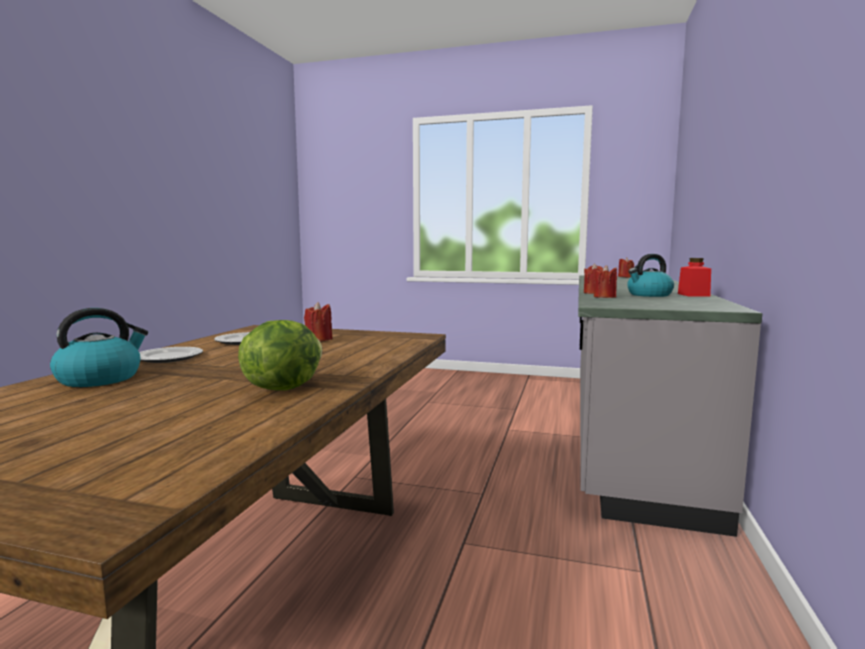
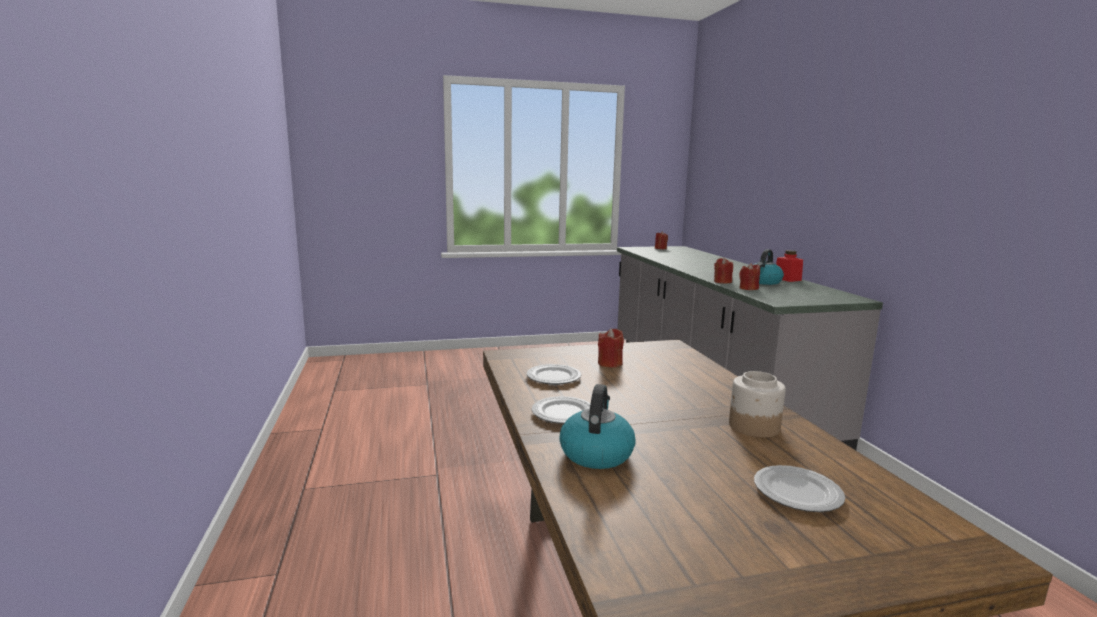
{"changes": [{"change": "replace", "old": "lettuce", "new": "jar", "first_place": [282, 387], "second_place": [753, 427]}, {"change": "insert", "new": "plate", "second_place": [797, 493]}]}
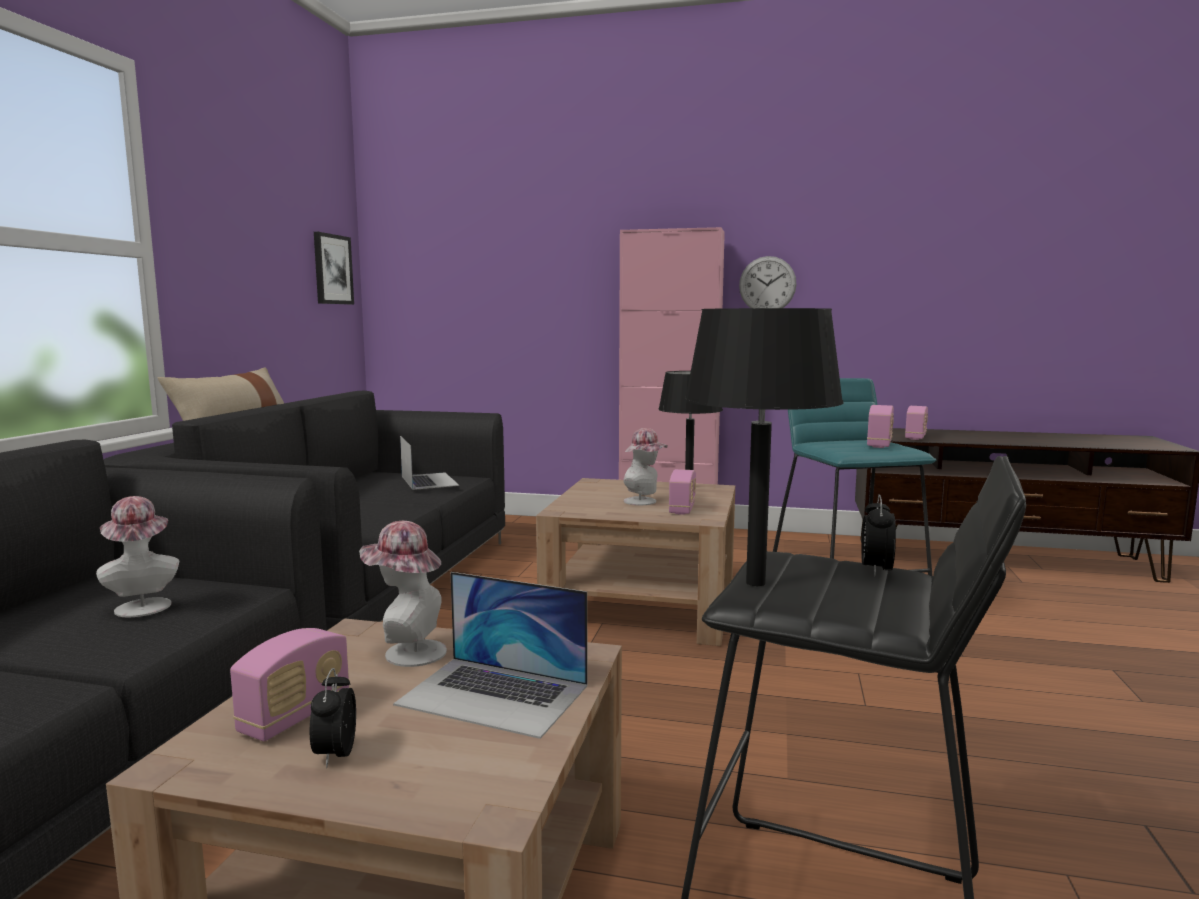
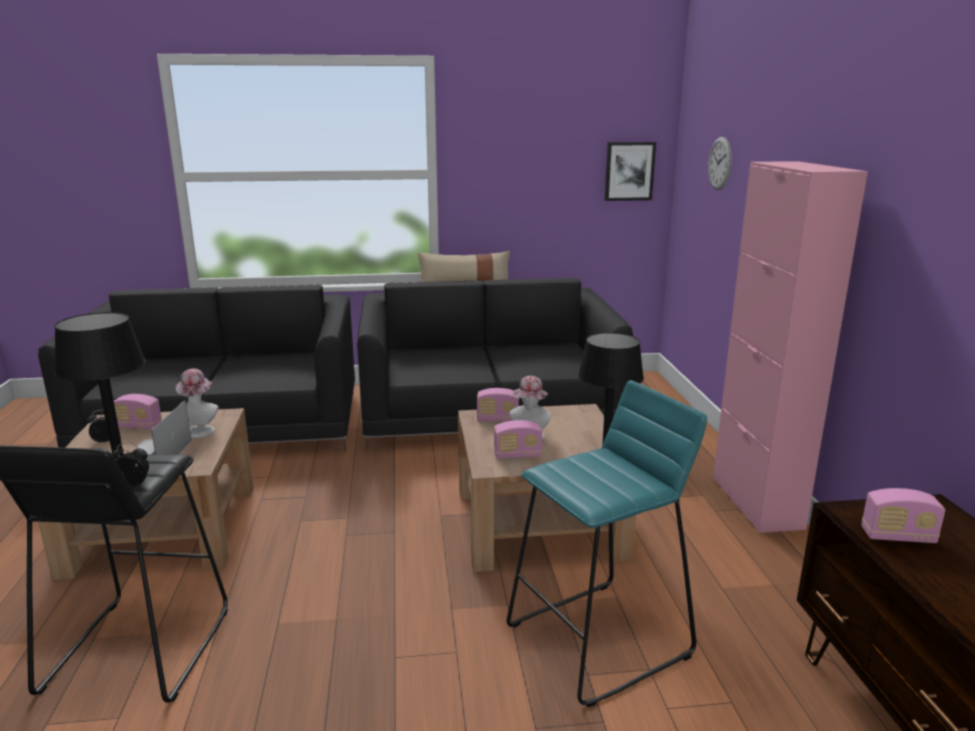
{"changes": [{"change": "delete", "old": "hat", "first_place": [143, 605]}, {"change": "delete", "old": "laptop", "first_place": [429, 481]}, {"change": "move", "old": "wall clock", "first_place": [767, 284], "second_place": [720, 163]}, {"change": "move", "old": "radio", "first_place": [879, 444], "second_place": [497, 419]}]}
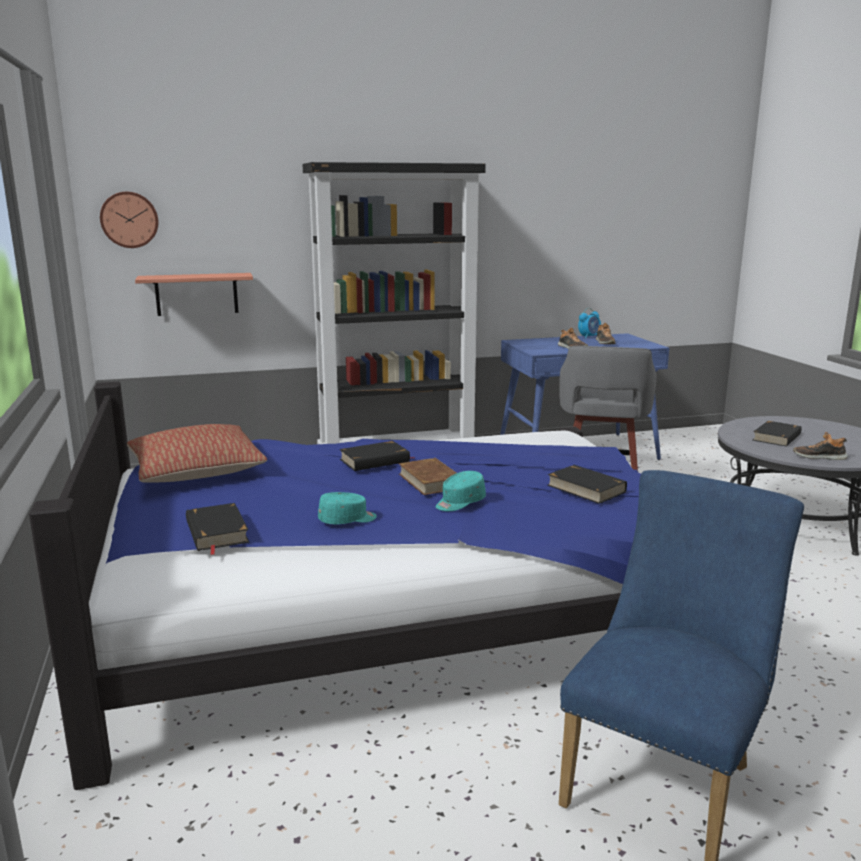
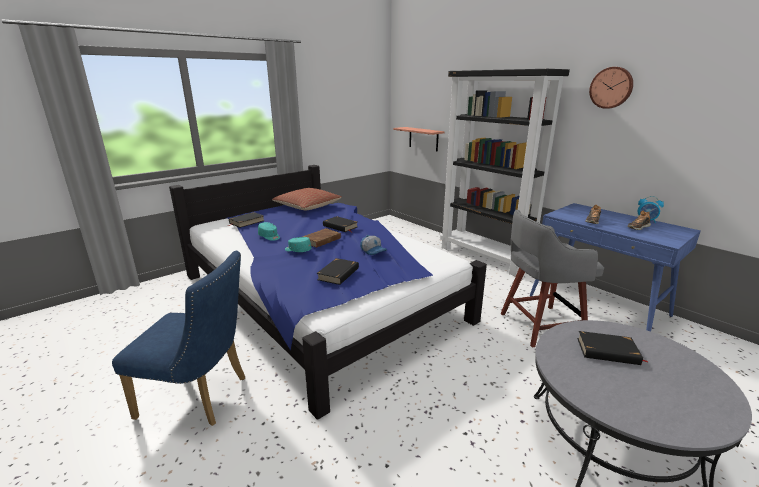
{"changes": [{"change": "move", "old": "wall clock", "first_place": [129, 219], "second_place": [611, 87]}, {"change": "delete", "old": "shoe", "first_place": [819, 457]}, {"change": "insert", "new": "cap", "second_place": [373, 251]}]}
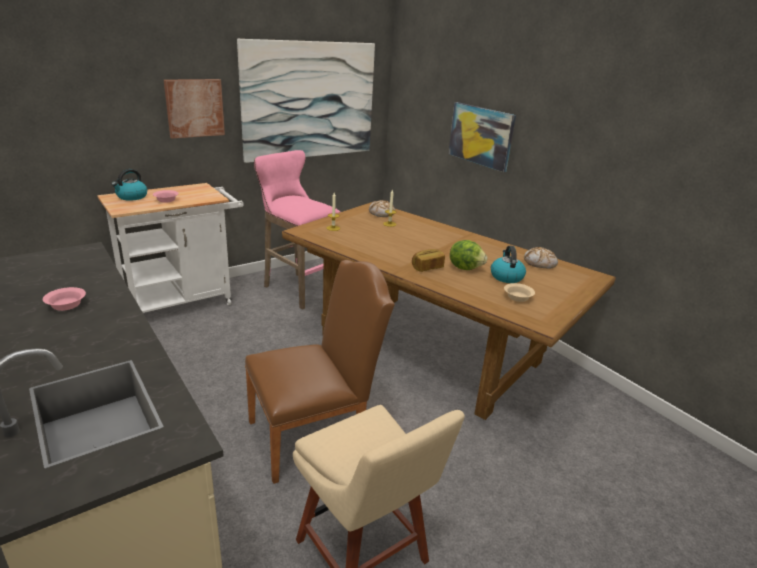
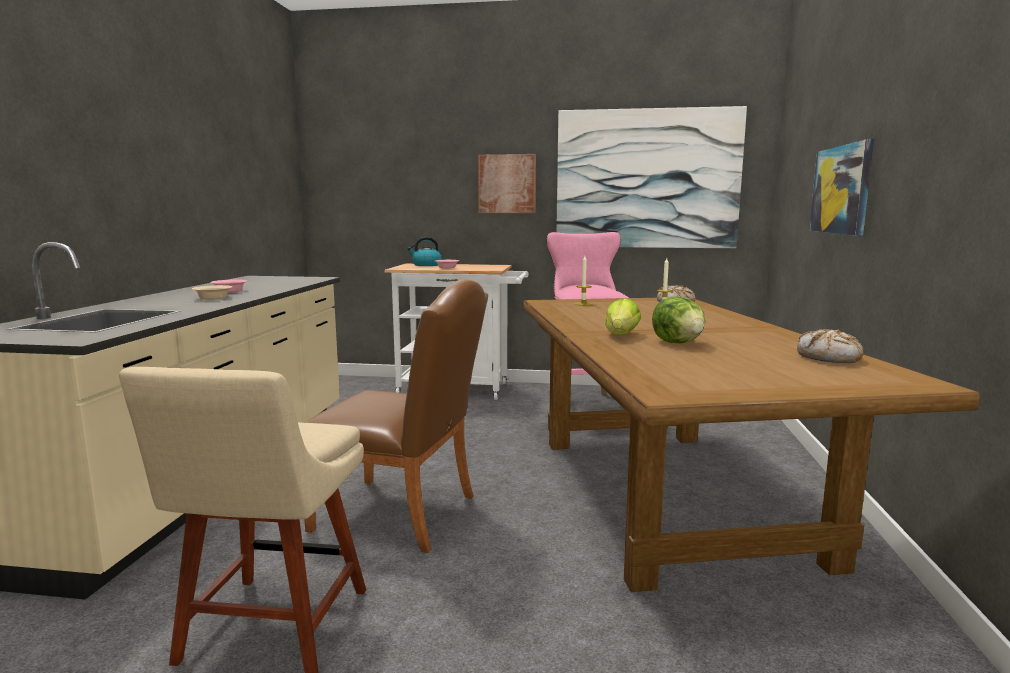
{"changes": [{"change": "replace", "old": "bread", "new": "lettuce", "first_place": [427, 267], "second_place": [621, 335]}, {"change": "delete", "old": "kettle", "first_place": [506, 276]}, {"change": "move", "old": "bowl (beige)", "first_place": [517, 297], "second_place": [213, 298]}]}
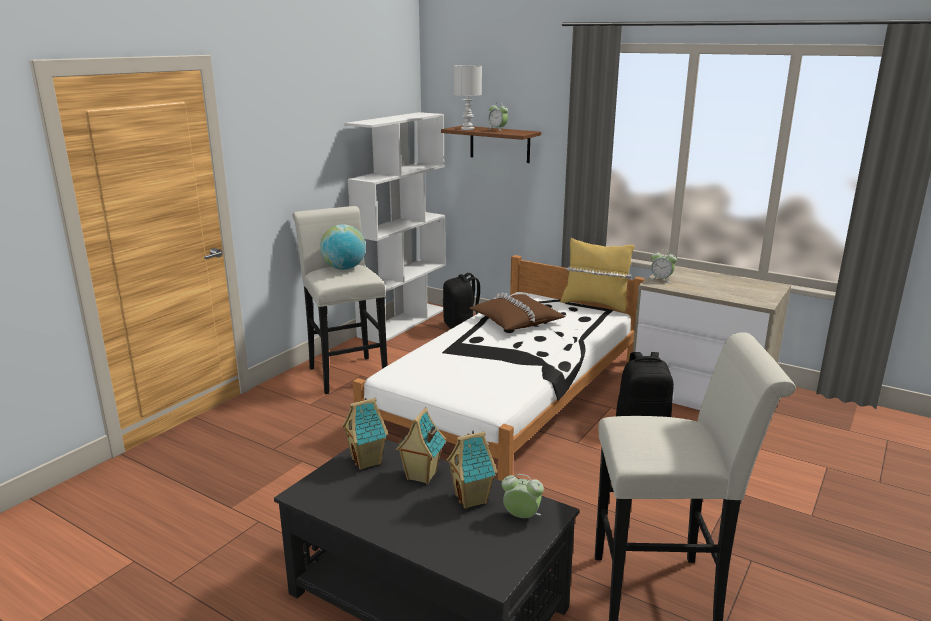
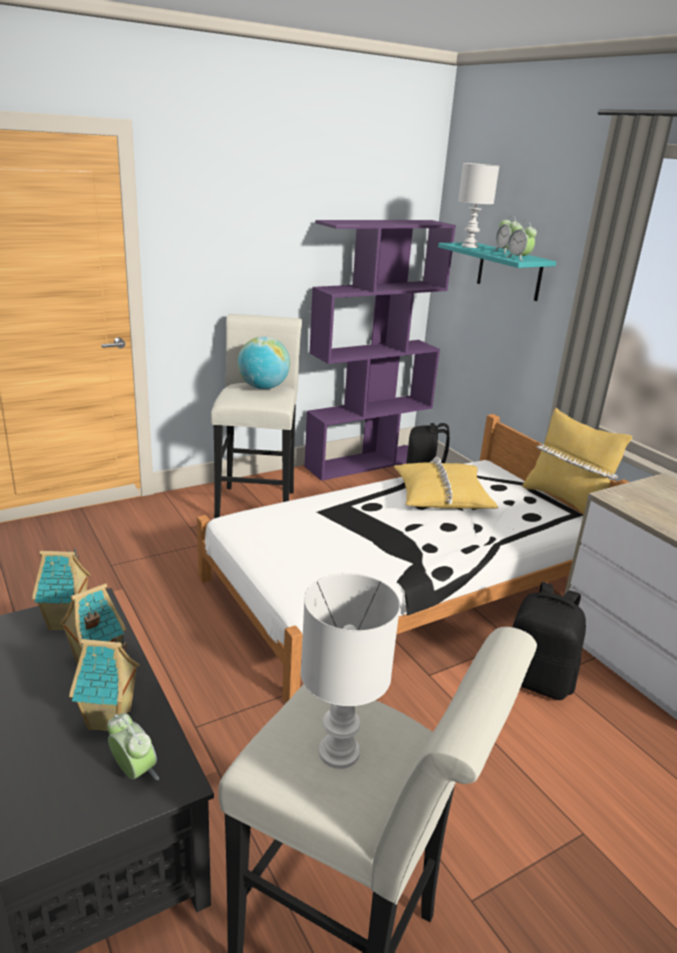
{"changes": [{"change": "recolor", "old": "bookcase (white)", "new": "bookcase (purple)", "first_place": [403, 322], "second_place": [366, 462]}, {"change": "recolor", "old": "shelf (brown)", "new": "shelf (turquoise)", "first_place": [499, 144], "second_place": [509, 271]}, {"change": "recolor", "old": "pillow (brown)", "new": "pillow (yellow)", "first_place": [515, 321], "second_place": [441, 496]}, {"change": "move", "old": "alarm clock", "first_place": [661, 280], "second_place": [518, 258]}, {"change": "insert", "new": "table lamp (white)", "second_place": [339, 753]}]}
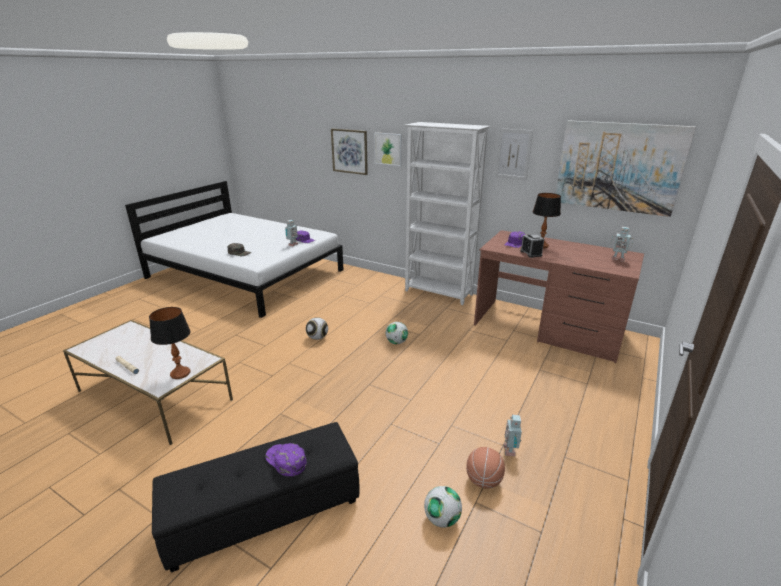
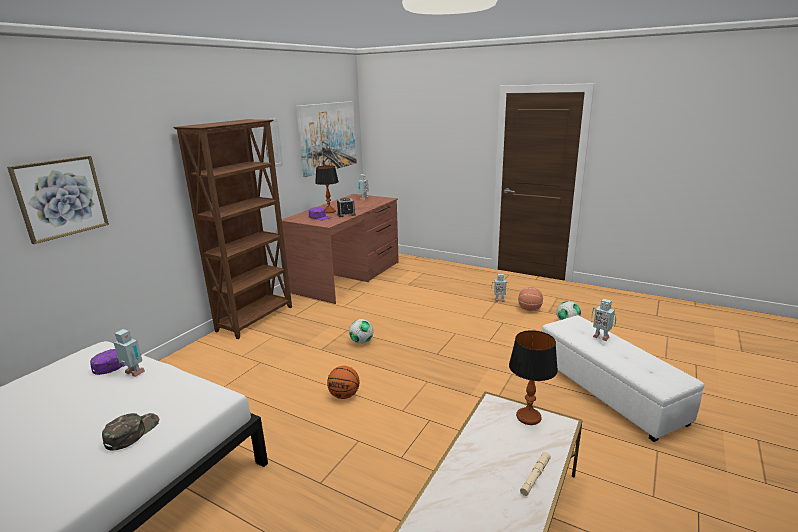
{"changes": [{"change": "recolor", "old": "ottoman (black)", "new": "ottoman (white)", "first_place": [264, 511], "second_place": [608, 390]}, {"change": "replace", "old": "cap (purple)", "new": "toy robot", "first_place": [285, 461], "second_place": [600, 336]}, {"change": "replace", "old": "football", "new": "basketball", "first_place": [317, 338], "second_place": [344, 395]}, {"change": "delete", "old": "picture", "first_place": [388, 149]}, {"change": "recolor", "old": "bookcase (white)", "new": "bookcase (brown)", "first_place": [438, 293], "second_place": [256, 319]}]}
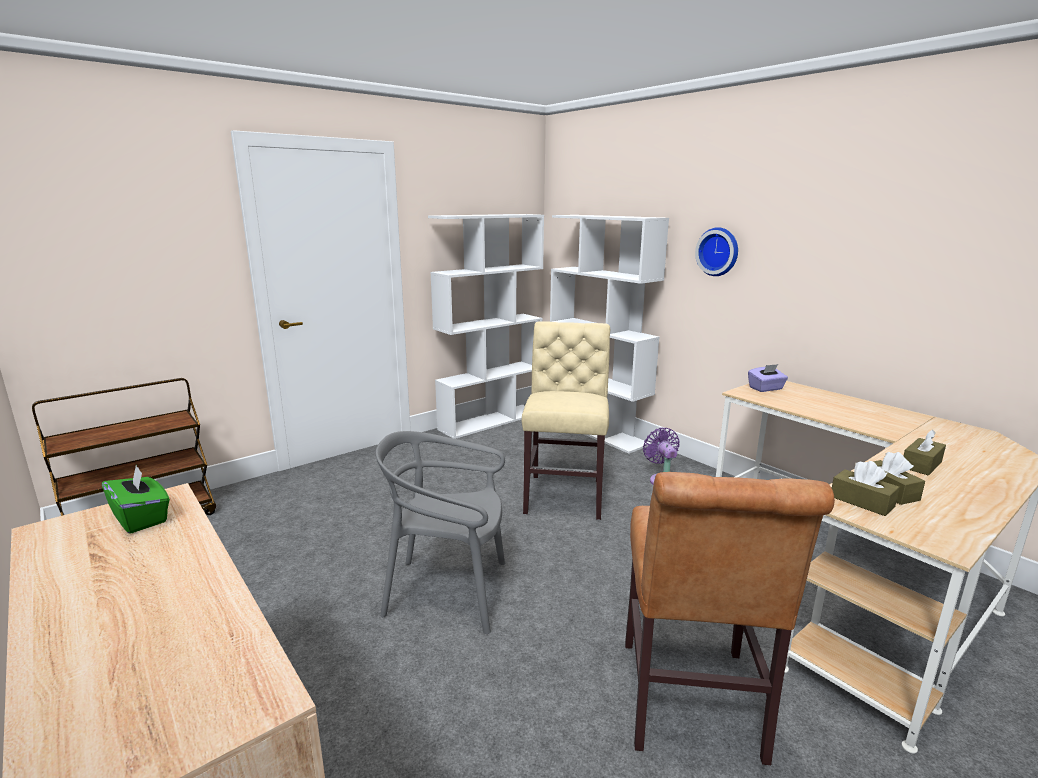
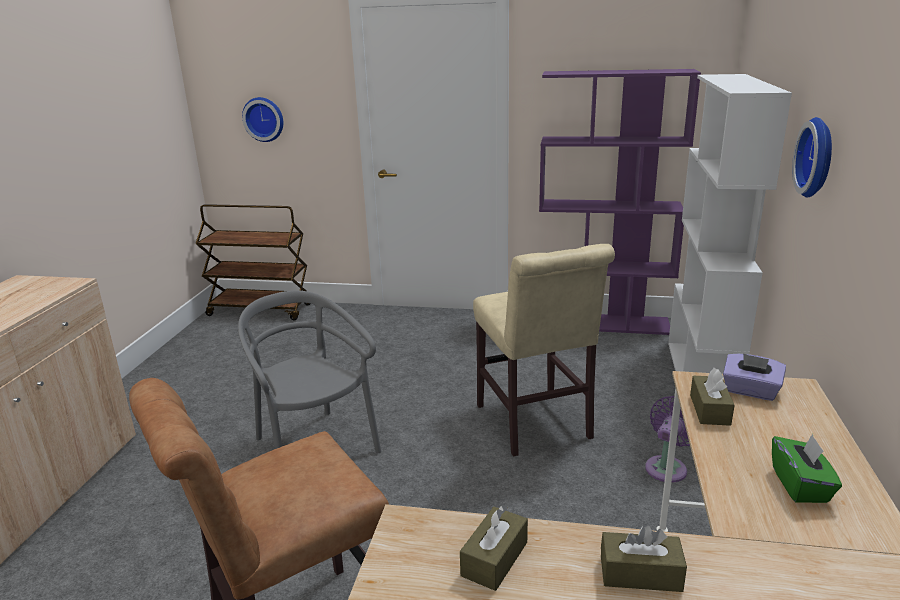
{"changes": [{"change": "move", "old": "tissue box (green)", "first_place": [141, 518], "second_place": [800, 485]}, {"change": "recolor", "old": "bookcase (white)", "new": "bookcase (purple)", "first_place": [490, 421], "second_place": [603, 323]}, {"change": "rotate", "old": "chair (beige)", "first_place": [565, 494], "second_place": [535, 425], "degrees": 105}, {"change": "move", "old": "tissue box (brown)", "first_place": [861, 501], "second_place": [709, 410]}, {"change": "insert", "new": "wall clock", "second_place": [264, 119]}]}
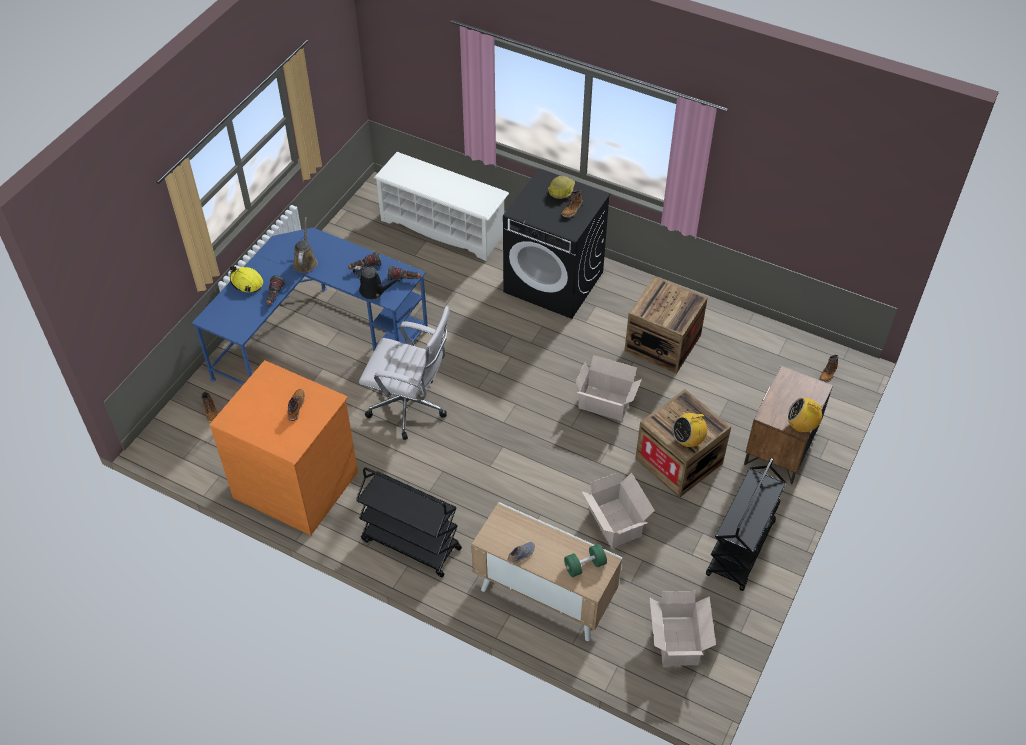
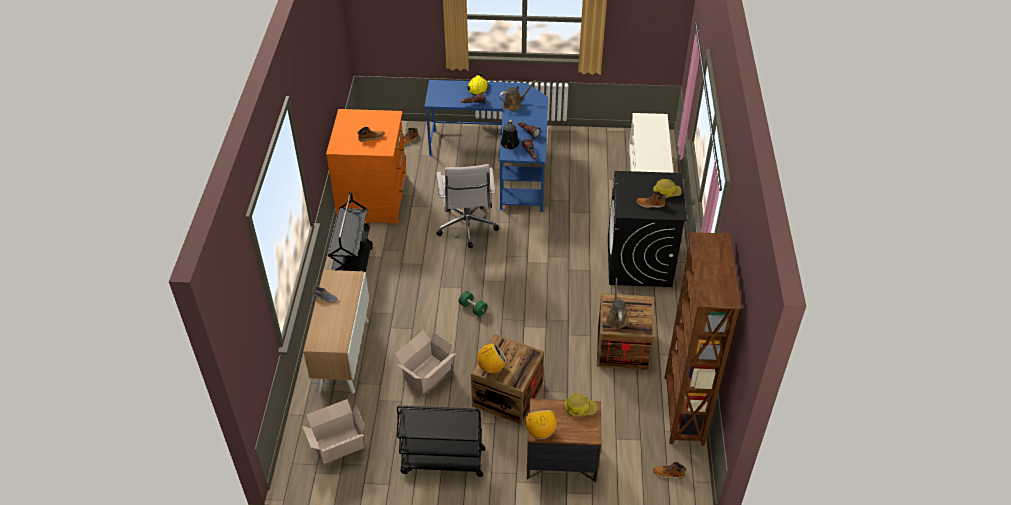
{"changes": [{"change": "move", "old": "dumbbell (green)", "first_place": [585, 565], "second_place": [473, 308]}, {"change": "delete", "old": "cardboard box", "first_place": [606, 404]}, {"change": "rotate", "old": "radio", "first_place": [688, 440], "second_place": [491, 368], "degrees": 120}, {"change": "insert", "new": "hard hat", "second_place": [579, 408]}, {"change": "insert", "new": "watering can (brown)", "second_place": [616, 318]}, {"change": "insert", "new": "bookcase (brown)", "second_place": [683, 411]}]}
